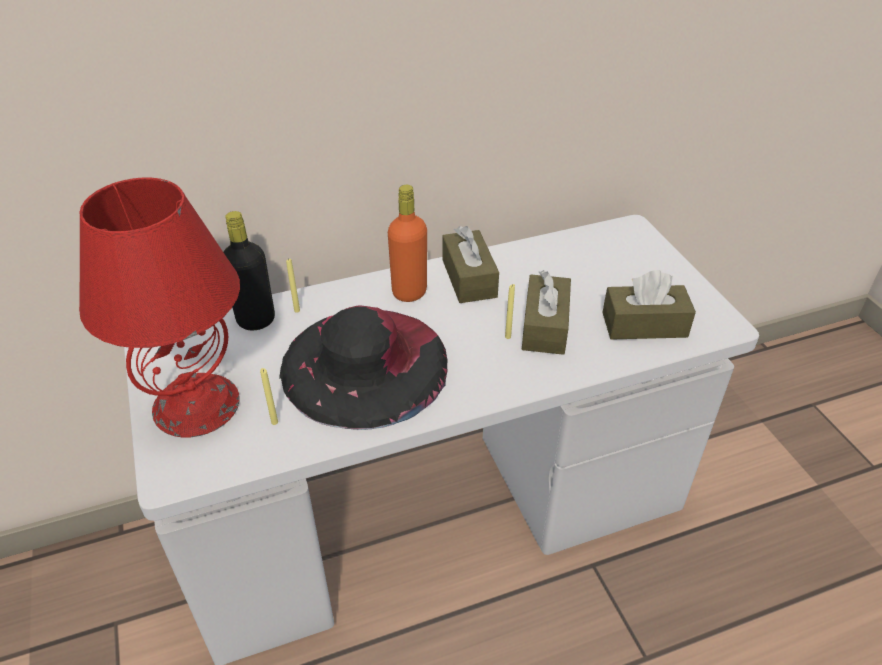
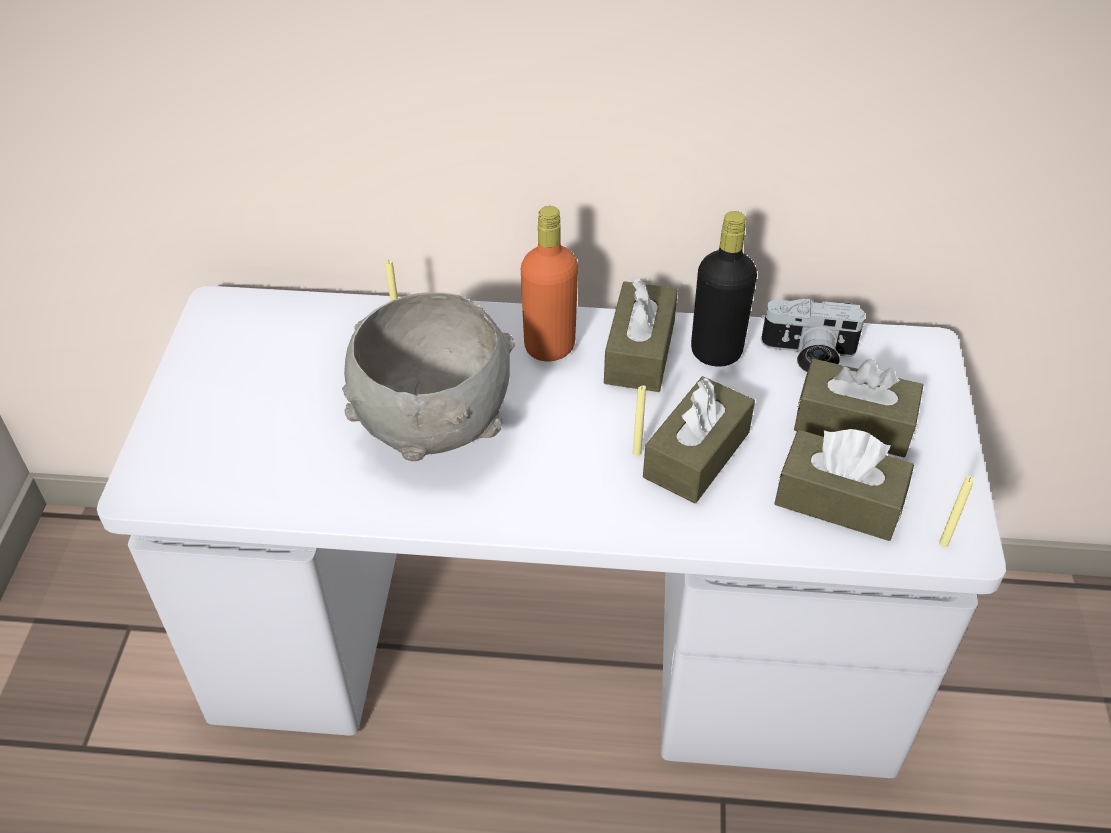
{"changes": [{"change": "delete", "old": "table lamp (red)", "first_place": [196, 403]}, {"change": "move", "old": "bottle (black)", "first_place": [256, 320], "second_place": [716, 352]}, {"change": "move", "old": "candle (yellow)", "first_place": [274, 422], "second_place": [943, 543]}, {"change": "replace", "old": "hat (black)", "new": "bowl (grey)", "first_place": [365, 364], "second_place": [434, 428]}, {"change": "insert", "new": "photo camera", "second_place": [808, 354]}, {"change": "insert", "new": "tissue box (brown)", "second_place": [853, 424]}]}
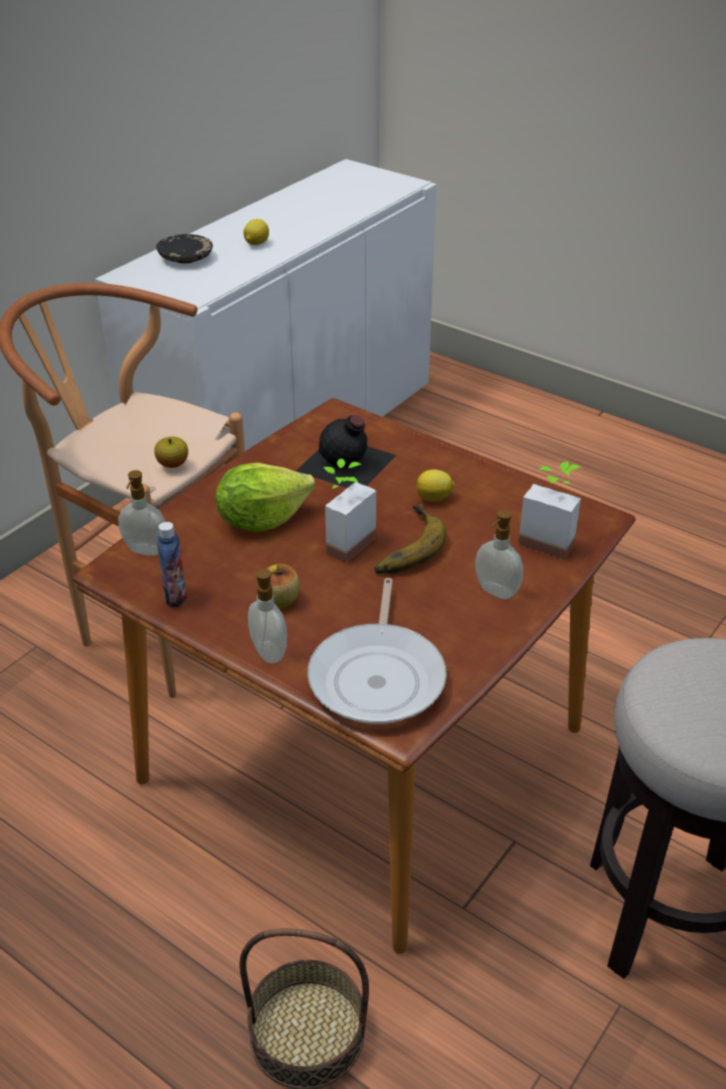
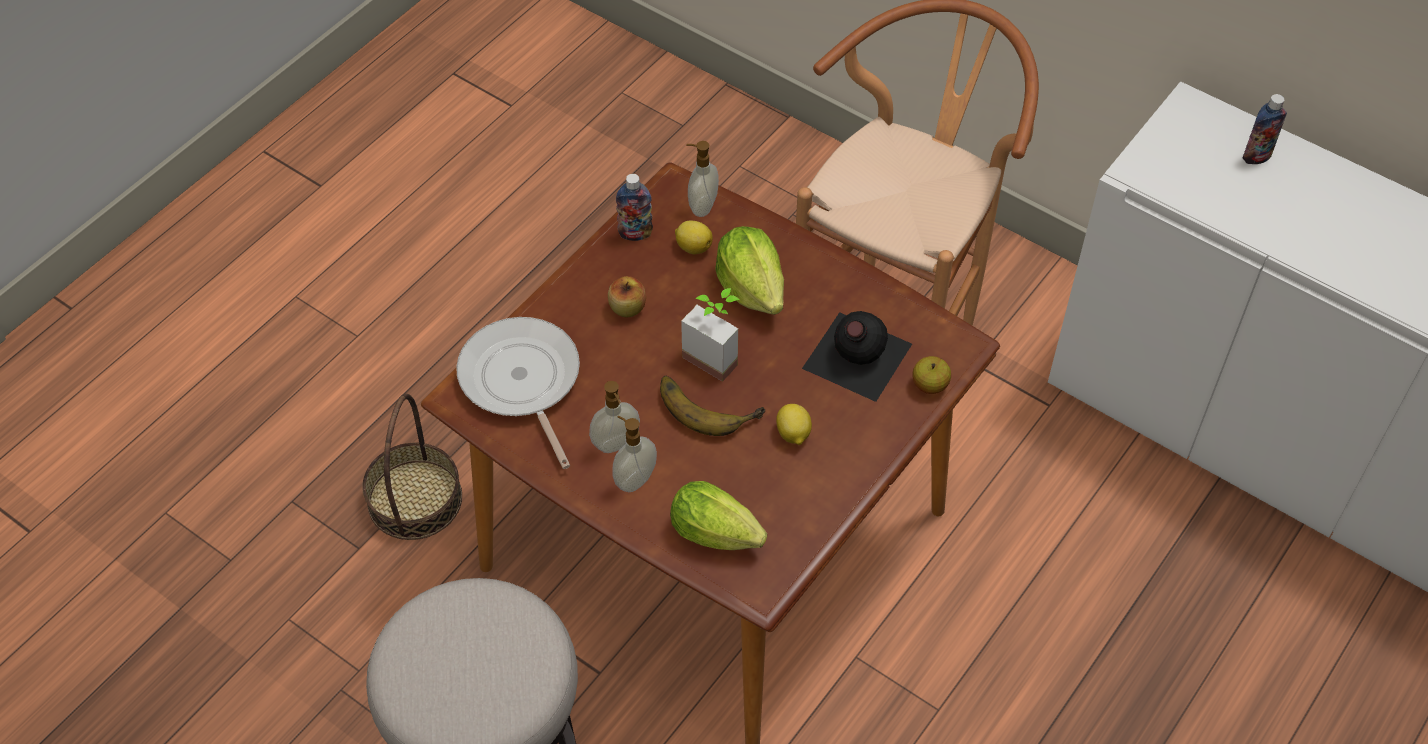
{"changes": [{"change": "move", "old": "apple", "first_place": [173, 464], "second_place": [930, 385]}, {"change": "replace", "old": "plate (black)", "new": "bottle", "first_place": [185, 258], "second_place": [1256, 157]}, {"change": "move", "old": "lemon", "first_place": [256, 244], "second_place": [693, 247]}, {"change": "move", "old": "soap dispenser", "first_place": [270, 651], "second_place": [616, 444]}, {"change": "rotate", "old": "frying pan", "first_place": [378, 676], "second_place": [522, 382], "degrees": 60}, {"change": "replace", "old": "potted plant", "new": "lettuce", "first_place": [550, 539], "second_place": [720, 536]}]}
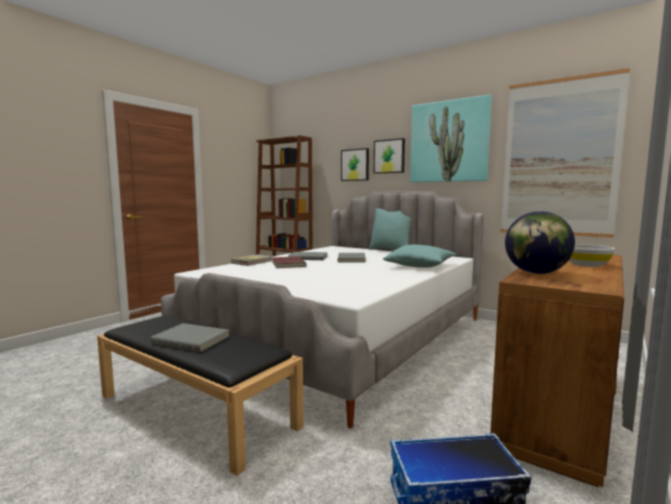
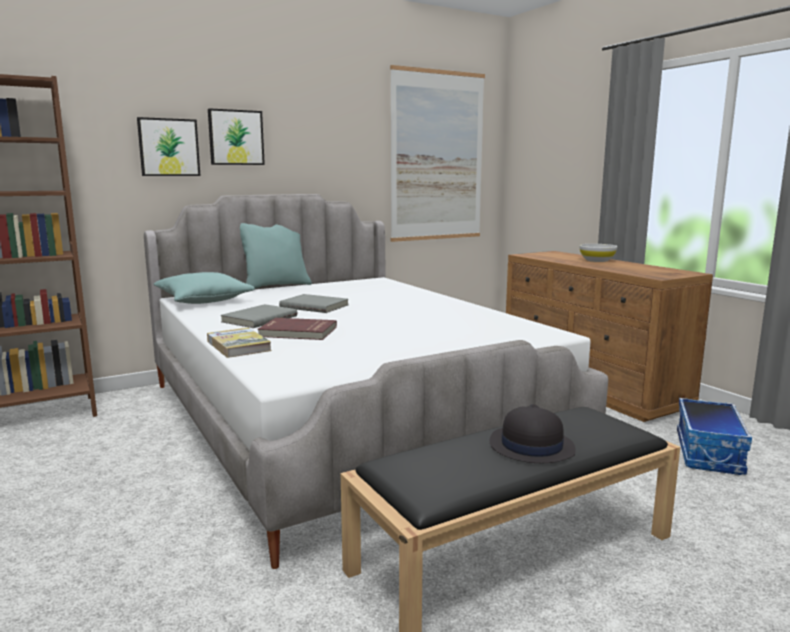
{"changes": [{"change": "replace", "old": "book (grey)", "new": "hat (black)", "first_place": [192, 339], "second_place": [531, 446]}, {"change": "move", "old": "pillow (turquoise)", "first_place": [420, 266], "second_place": [204, 301]}, {"change": "delete", "old": "picture", "first_place": [449, 142]}, {"change": "delete", "old": "globe", "first_place": [536, 273]}]}
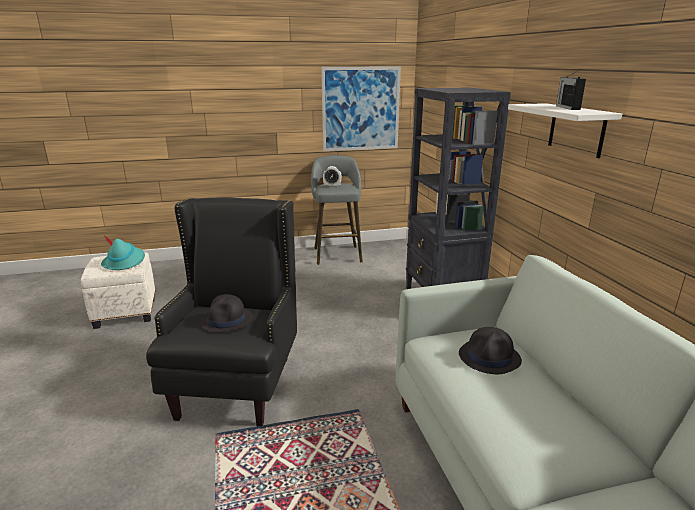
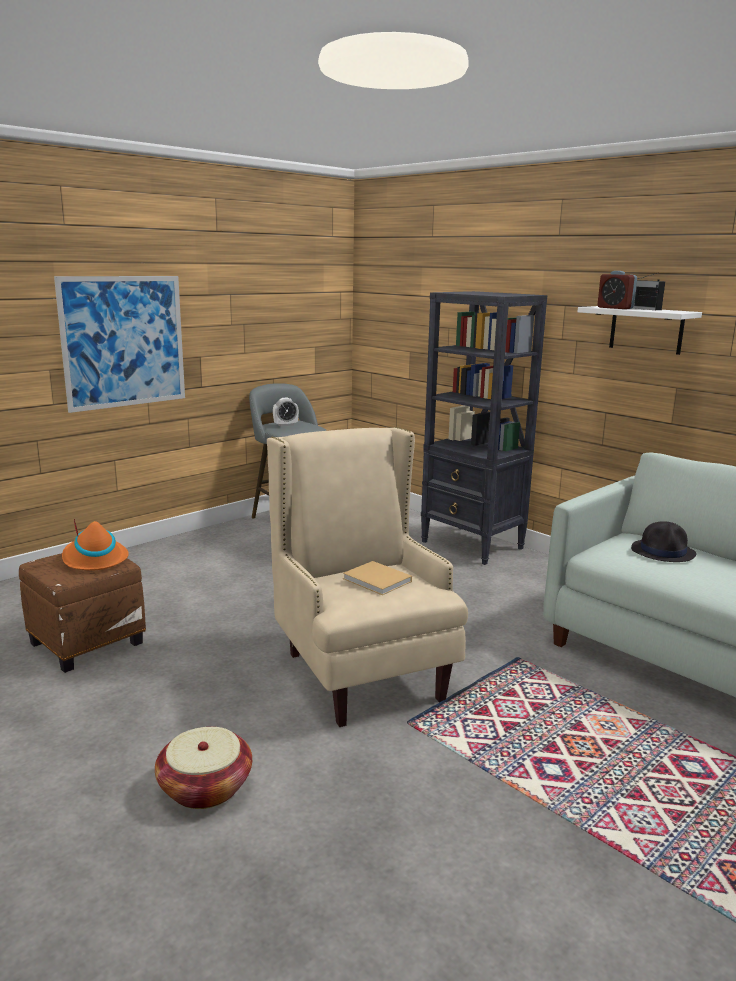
{"changes": [{"change": "recolor", "old": "ottoman (white)", "new": "ottoman (brown)", "first_place": [126, 312], "second_place": [88, 642]}, {"change": "recolor", "old": "hat (turquoise)", "new": "hat (orange)", "first_place": [124, 262], "second_place": [94, 559]}, {"change": "recolor", "old": "armchair (black)", "new": "armchair (beige)", "first_place": [236, 385], "second_place": [362, 674]}, {"change": "replace", "old": "hat (black)", "new": "book (beige)", "first_place": [226, 320], "second_place": [378, 581]}, {"change": "move", "old": "picture", "first_place": [361, 109], "second_place": [124, 342]}, {"change": "insert", "new": "basket", "second_place": [205, 787]}, {"change": "insert", "new": "alarm clock", "second_place": [615, 308]}]}
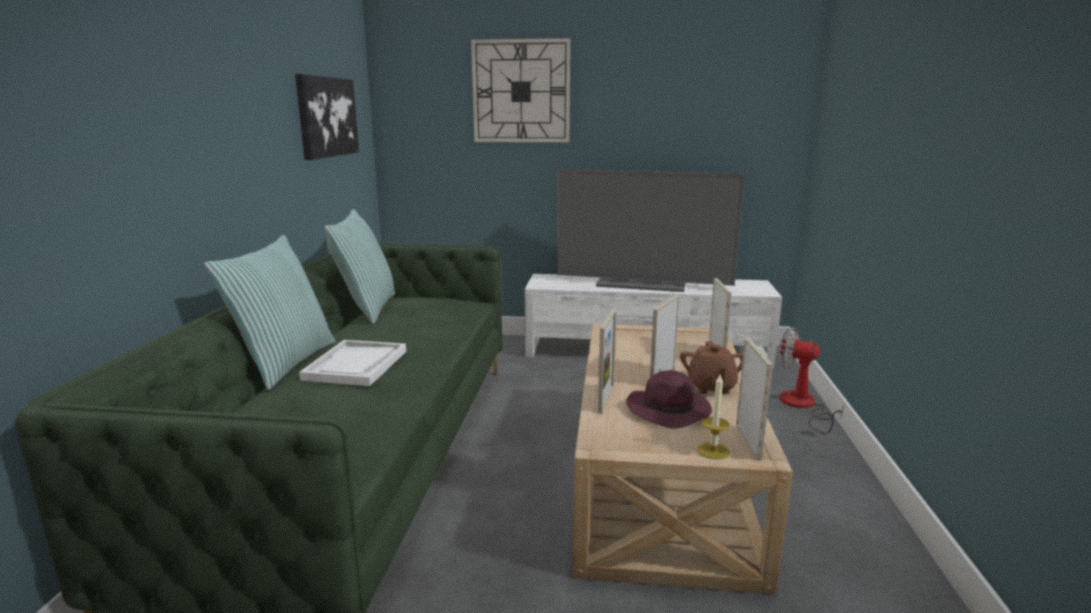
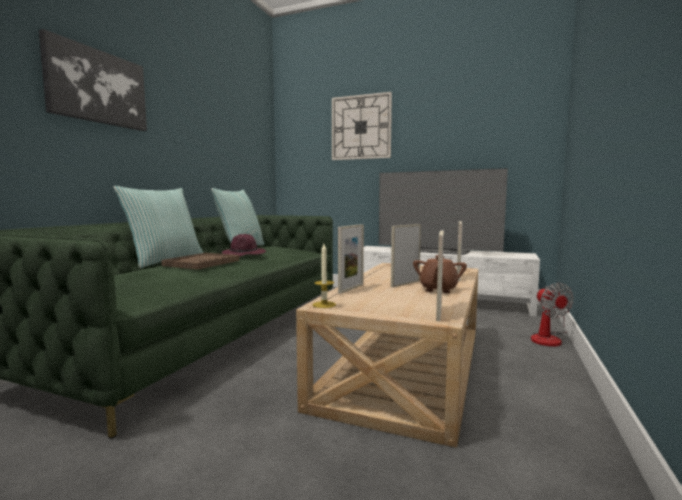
{"changes": [{"change": "move", "old": "picture", "first_place": [327, 117], "second_place": [97, 87]}, {"change": "recolor", "old": "tray (white)", "new": "tray (brown)", "first_place": [356, 365], "second_place": [202, 263]}, {"change": "move", "old": "hat (purple)", "first_place": [670, 411], "second_place": [244, 255]}, {"change": "move", "old": "candle", "first_place": [713, 451], "second_place": [324, 304]}, {"change": "rotate", "old": "fan", "first_place": [802, 406], "second_place": [549, 338], "degrees": -150}]}
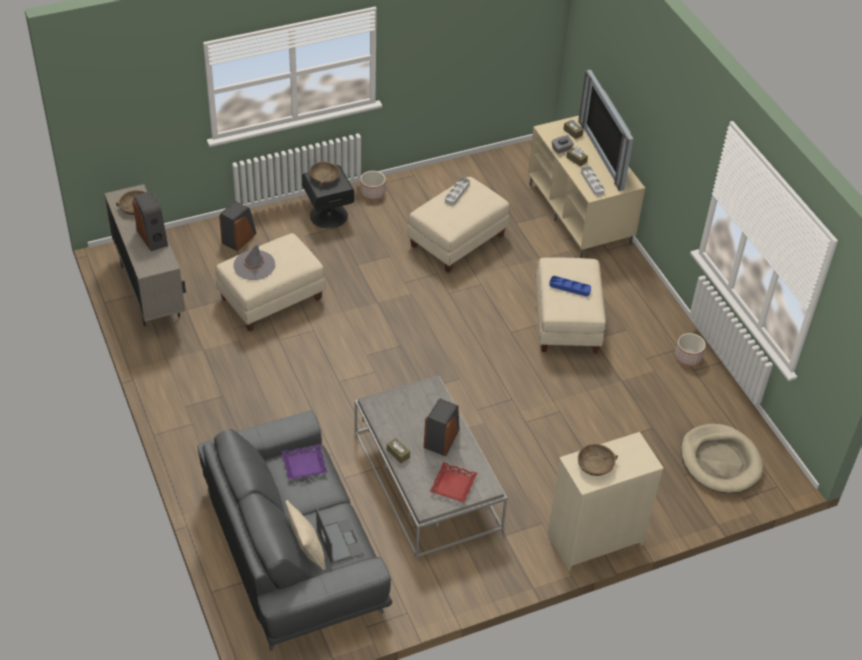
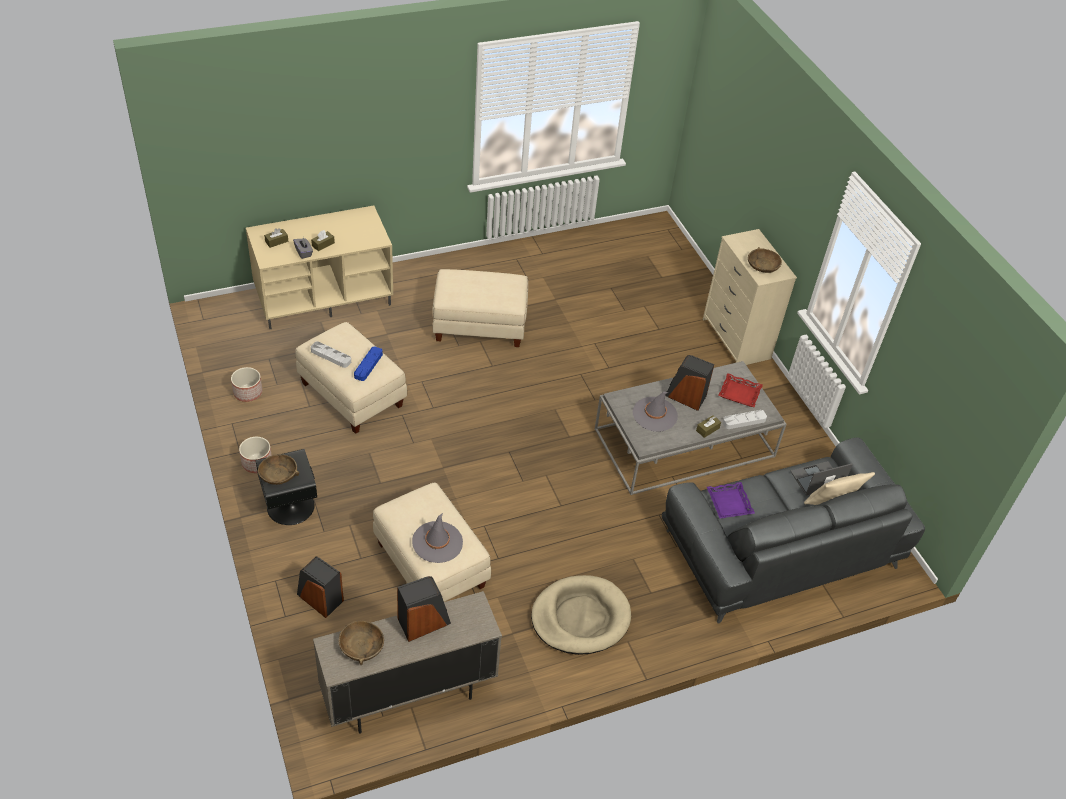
{"changes": [{"change": "move", "old": "tray (blue)", "first_place": [569, 288], "second_place": [368, 365]}, {"change": "delete", "old": "television", "first_place": [604, 154]}, {"change": "move", "old": "tray (grey)", "first_place": [592, 182], "second_place": [744, 421]}, {"change": "move", "old": "planter", "first_place": [688, 357], "second_place": [248, 392]}, {"change": "move", "old": "dog bed (beige)", "first_place": [720, 461], "second_place": [580, 617]}, {"change": "insert", "new": "hat (grey)", "second_place": [655, 414]}]}
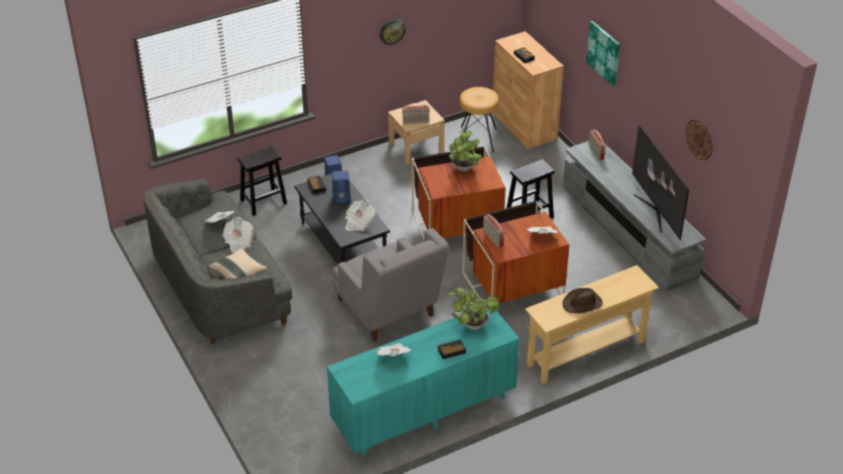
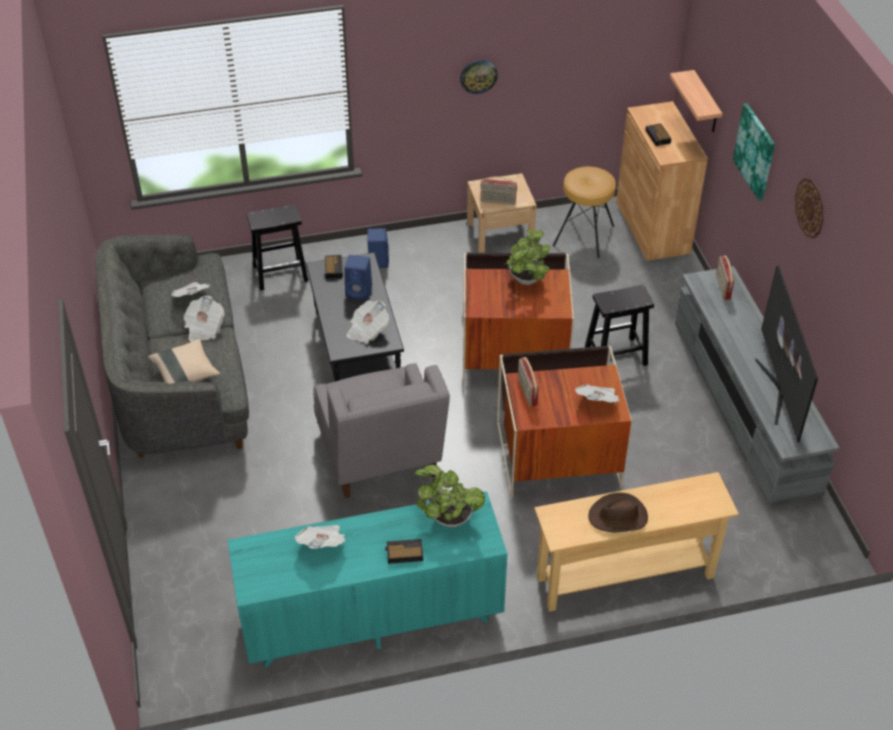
{"changes": [{"change": "move", "old": "wall clock", "first_place": [699, 139], "second_place": [810, 208]}, {"change": "insert", "new": "shelf", "second_place": [706, 103]}]}
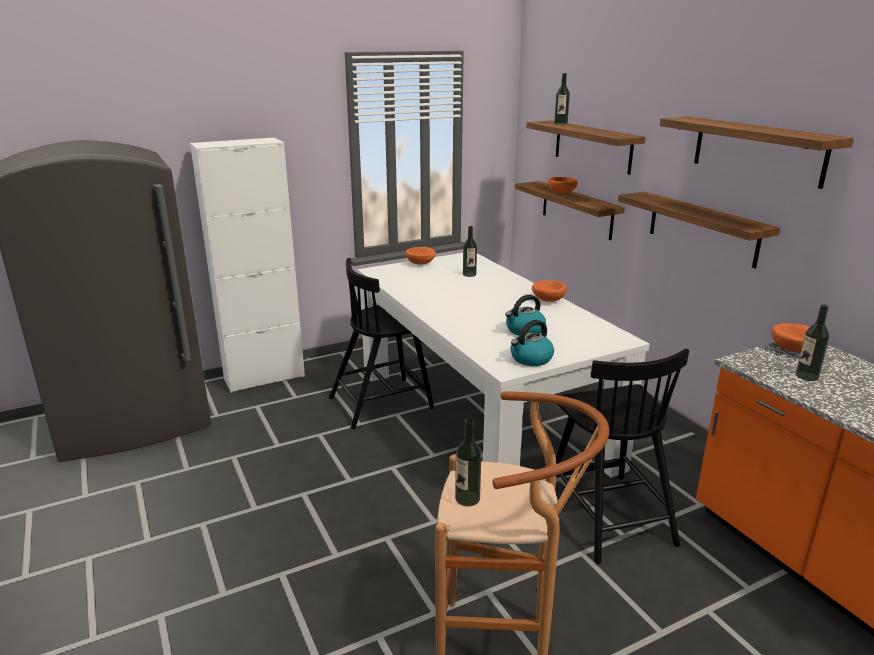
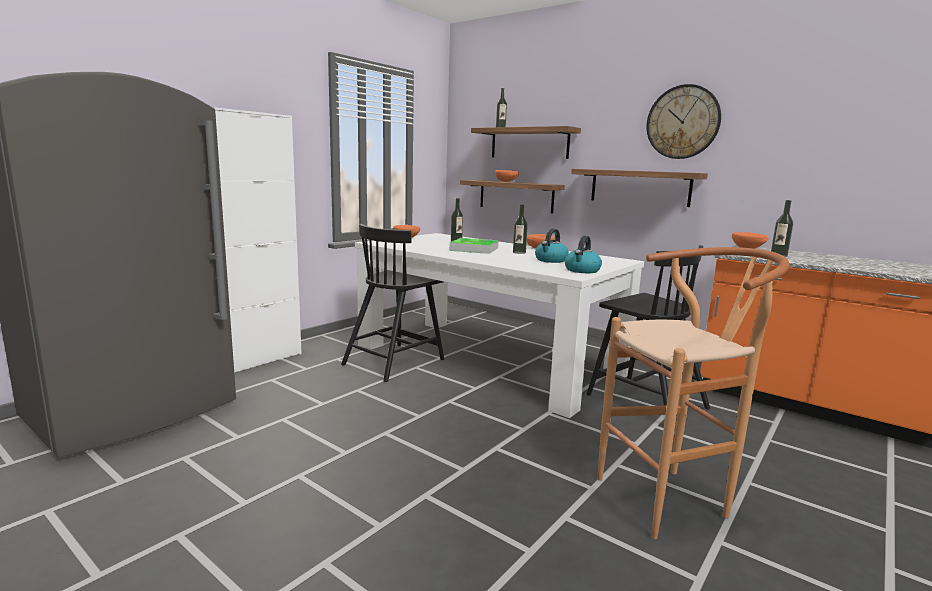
{"changes": [{"change": "move", "old": "bottle", "first_place": [467, 498], "second_place": [519, 252]}, {"change": "replace", "old": "shelf", "new": "wall clock", "first_place": [757, 150], "second_place": [683, 122]}, {"change": "insert", "new": "tray", "second_place": [474, 249]}]}
